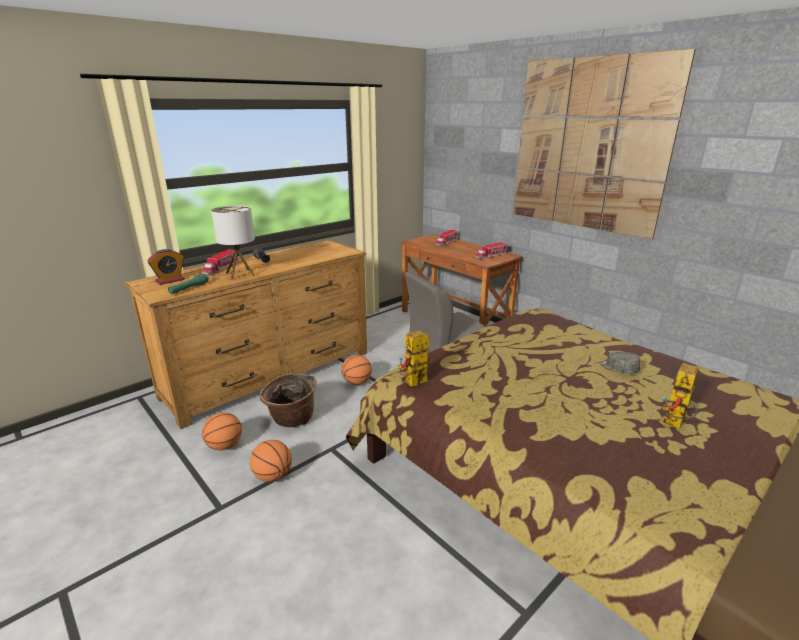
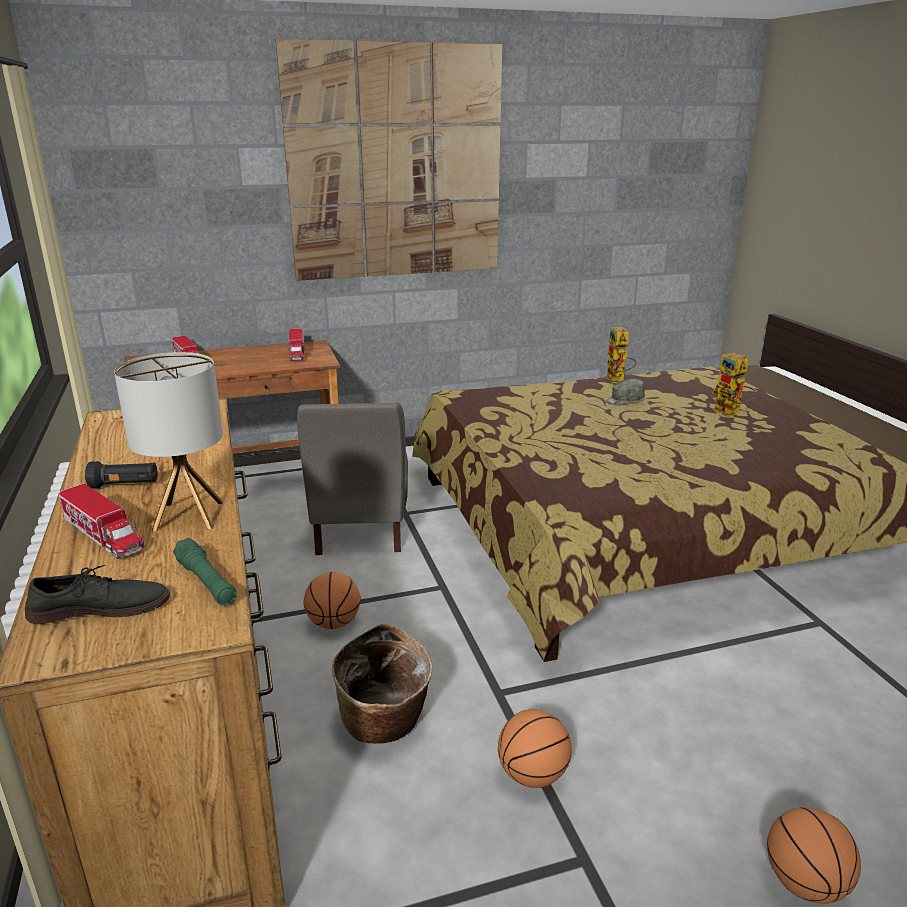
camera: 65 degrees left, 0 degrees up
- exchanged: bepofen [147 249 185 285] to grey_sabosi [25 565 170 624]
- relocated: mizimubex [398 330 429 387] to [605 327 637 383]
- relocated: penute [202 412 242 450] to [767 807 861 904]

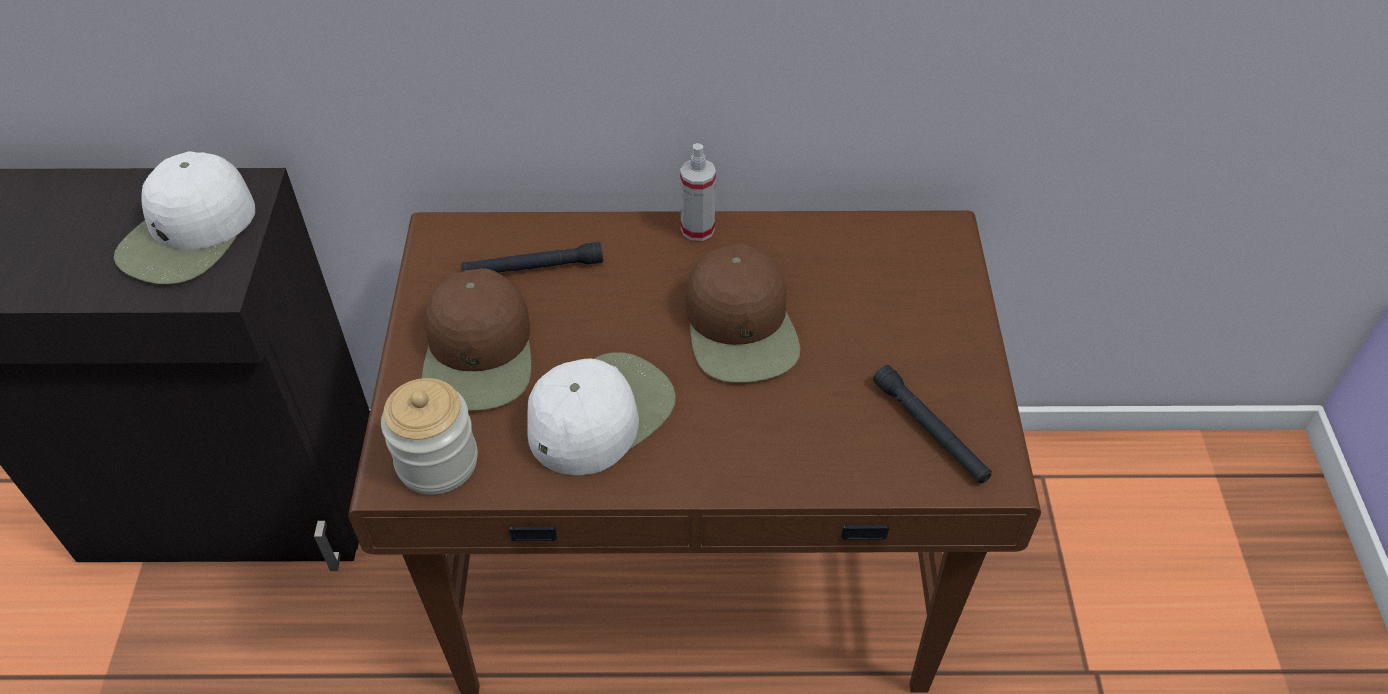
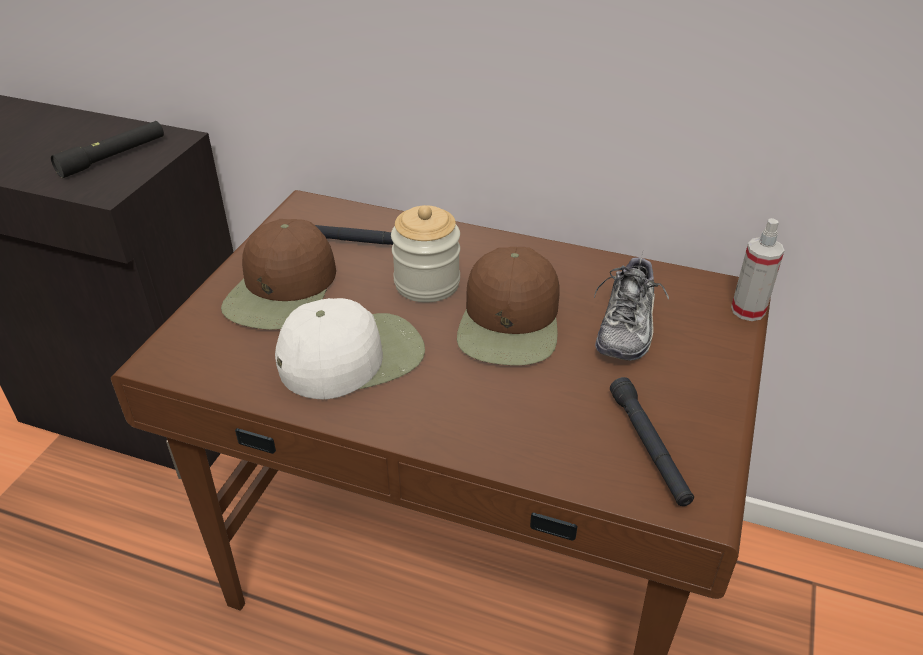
camera: 20 degrees right, 10 degrees down
- relocated: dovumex [680 143 716 241] to [731 218 785 321]
- exchanged: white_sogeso [114 151 255 284] to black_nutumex [51 121 164 178]
- relocated: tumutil [381 378 478 495] to [391 205 460 303]
- appeared: sabosi [594 252 669 361]

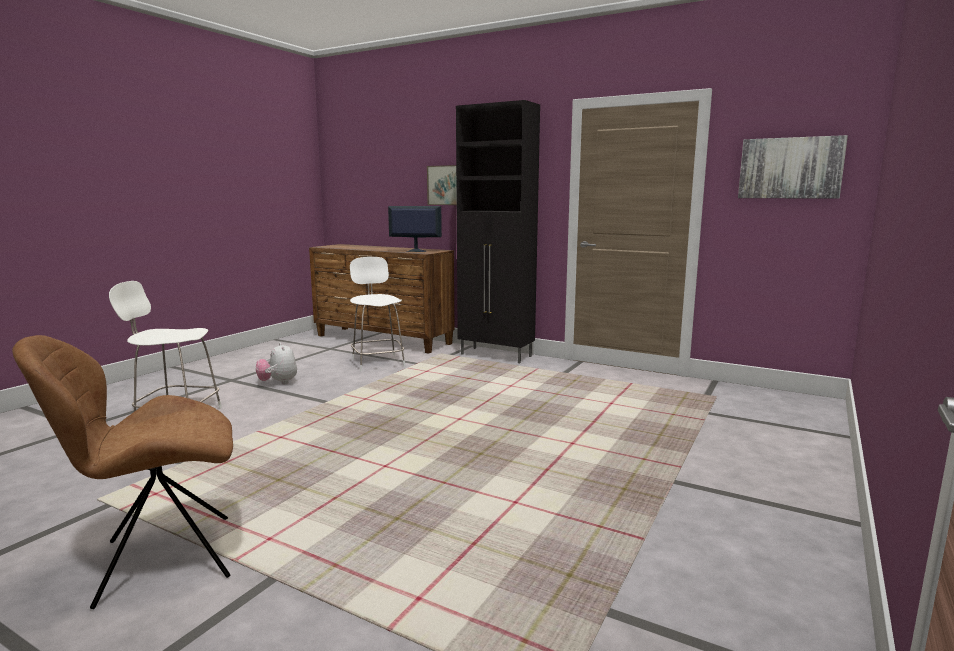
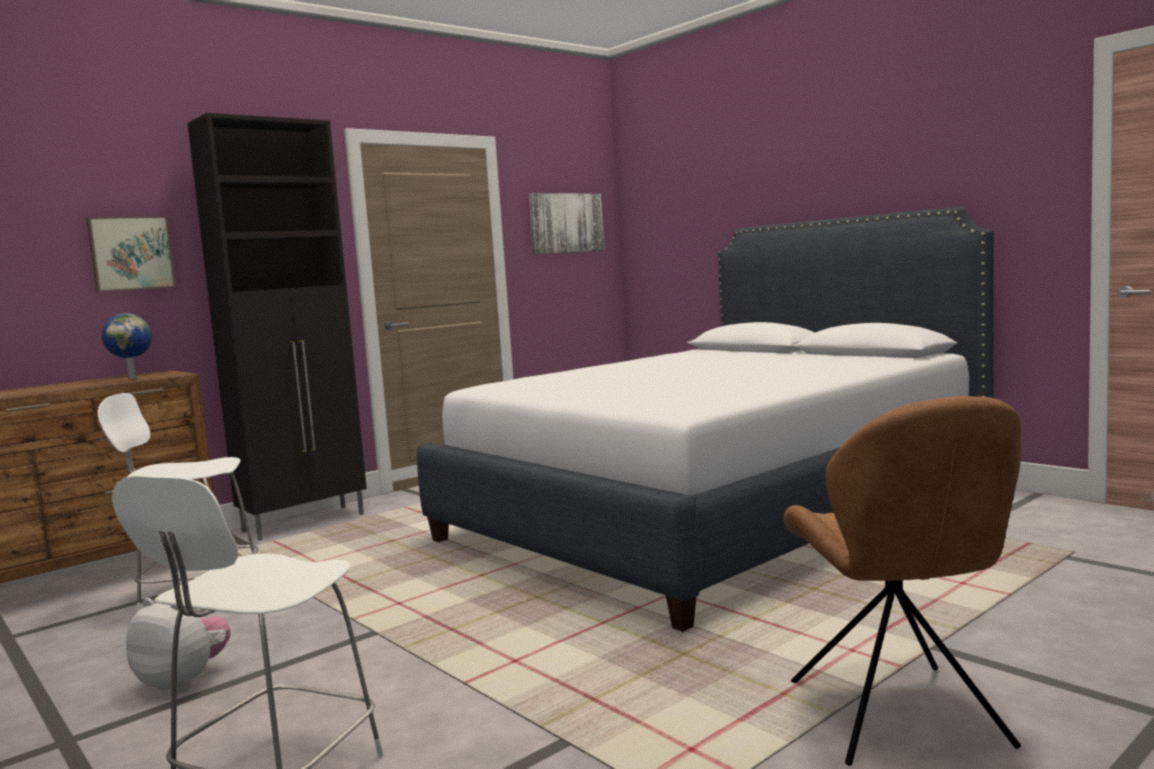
camera: 70 degrees left, 5 degrees down
- exchanged: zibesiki [388 206 442 252] to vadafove [102 313 152 379]
- spun: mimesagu [256 342 297 384] = [126 598 231 693] 150 degrees counterclockwise
- appeared: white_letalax [417 207 994 632]

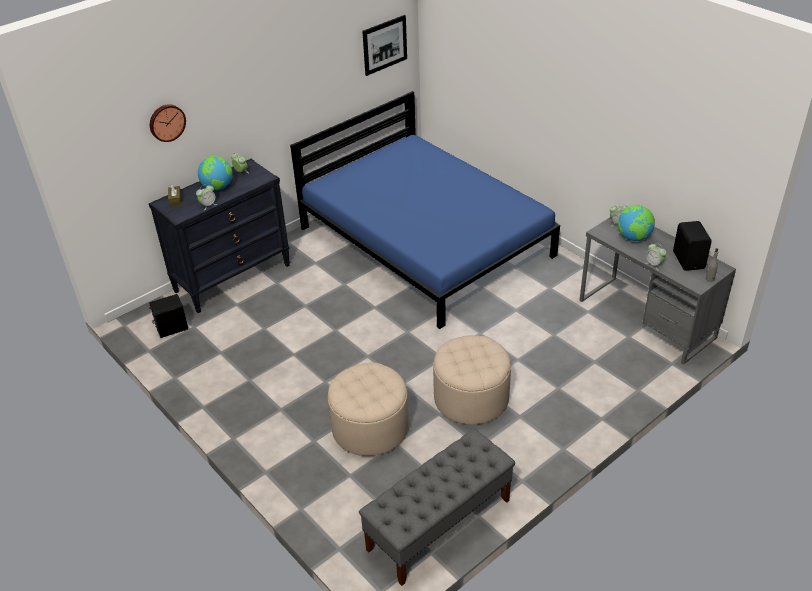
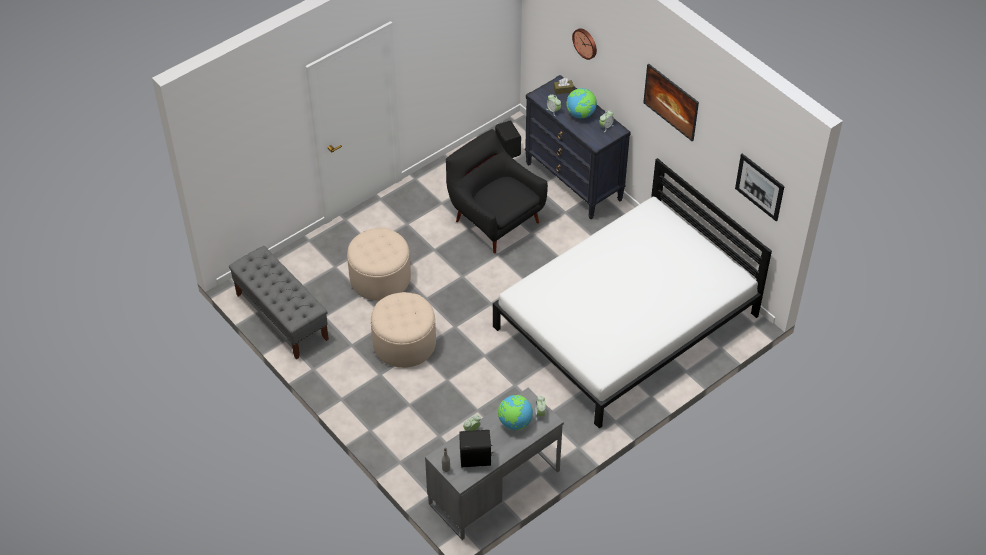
camera: 90 degrees right, 10 degrees up
- colour: blue_letalax [290 91 560 329] to white_letalax [493 158 772 429]
- appeared: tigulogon [643 64 699 141]
- appeared: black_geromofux [446 129 548 253]

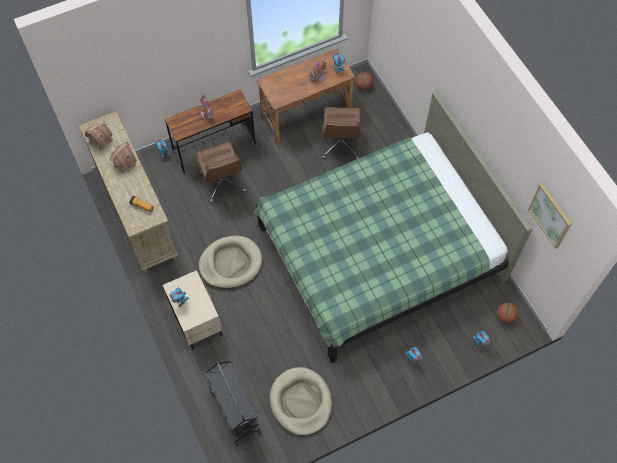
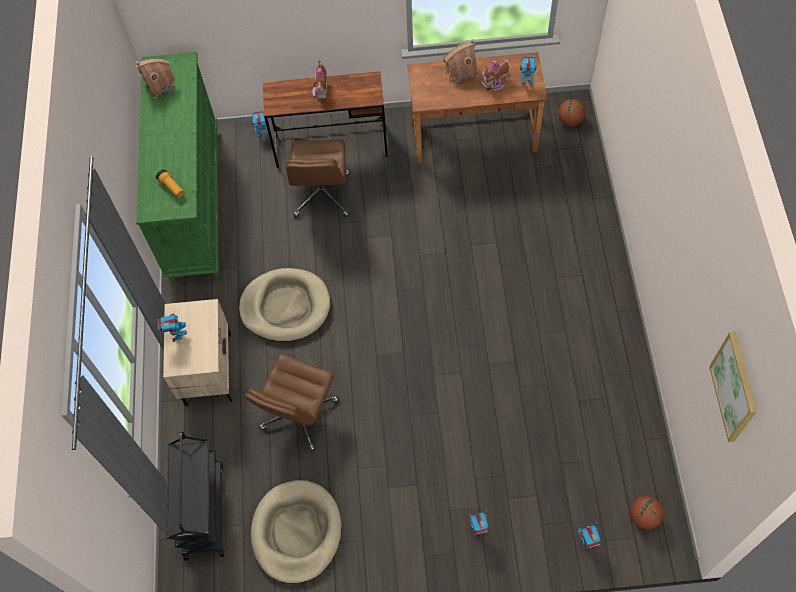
camera: 25 degrees right, 0 degrees up
- missing: green_letalax [254 92 533 363]
- relocated: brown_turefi [322 107 361 159] to [245 354 339 451]
- colour: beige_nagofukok [79 111 178 272] to green_nagofukok [136 52 219 282]
- relocated: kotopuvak [110 141 137 174] to [443 39 477 85]

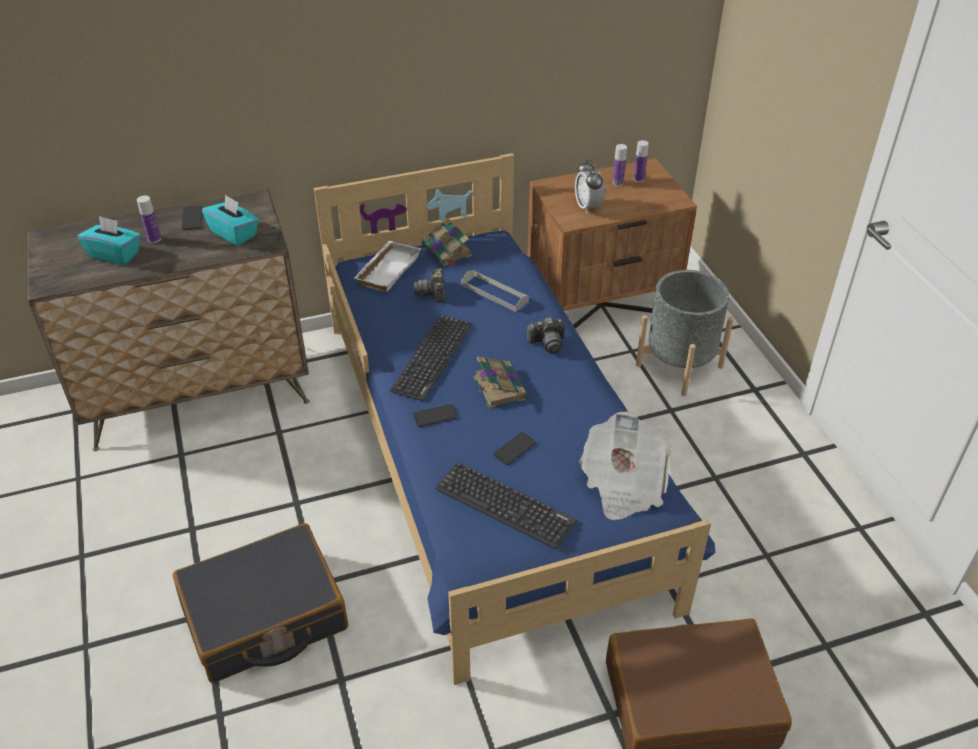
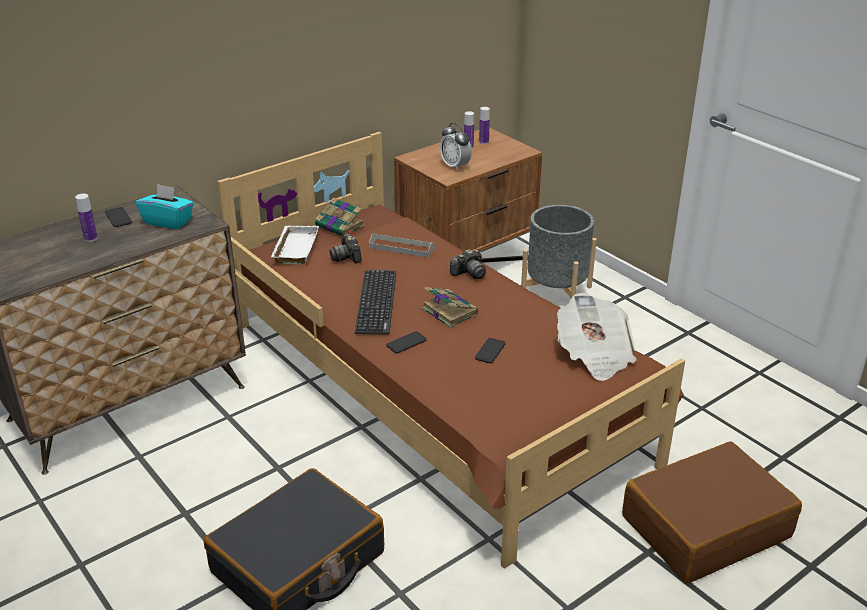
camera: 20 degrees left, 10 degrees down
- colour: blue_letalax [314 153 716 685] to brown_letalax [217 132 685 569]
- missing: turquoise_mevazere [77 216 141 265]
- missing: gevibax [435 462 577 549]

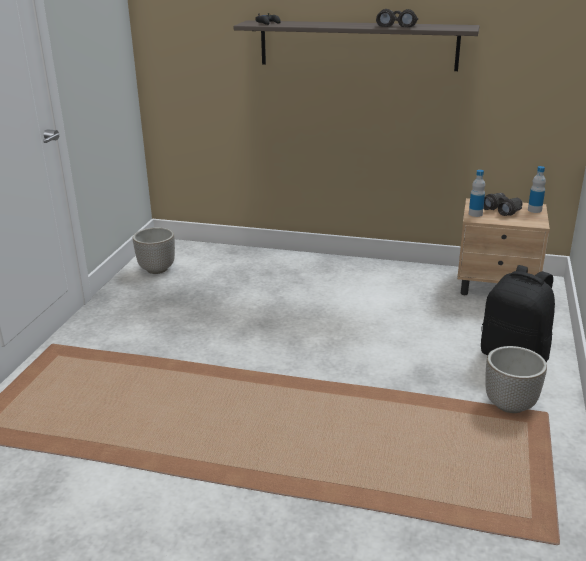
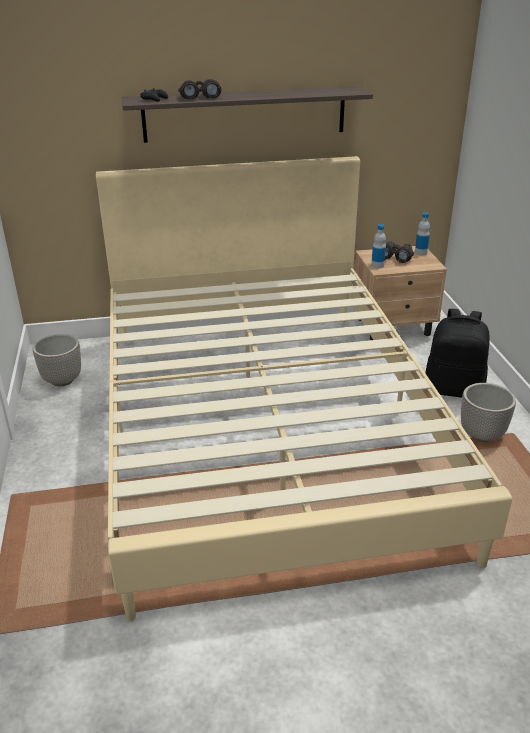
camera: 25 degrees left, 5 degrees up
- relocated: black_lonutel [376 9 418 27] to [178 79 221 99]
- appeared: beige_letalax [96 156 512 622]

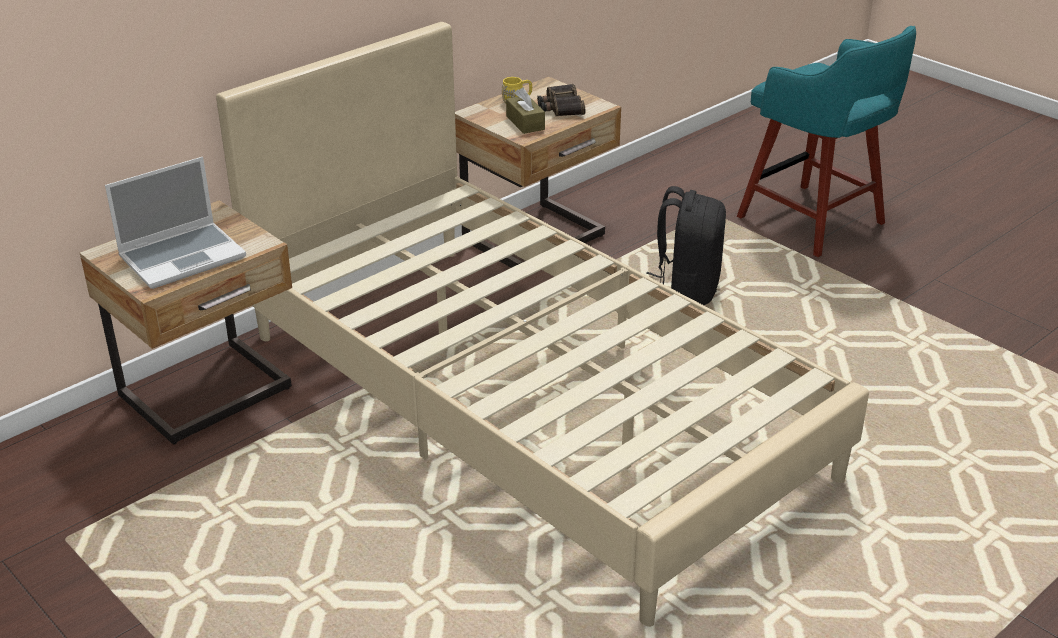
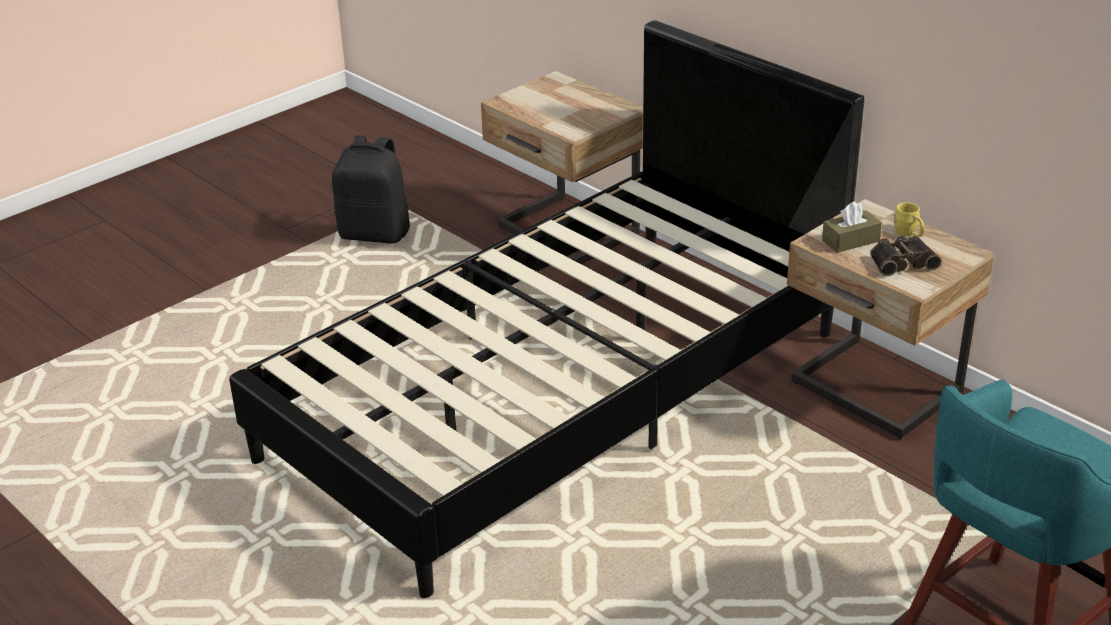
camera: 90 degrees right, 0 degrees up
- colour: beige_letalax [216 22 869 627] to black_letalax [229 20 864 598]
- missing: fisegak [105 157 246 289]
- relocated: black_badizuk [646 186 726 305] to [332 135 410 244]

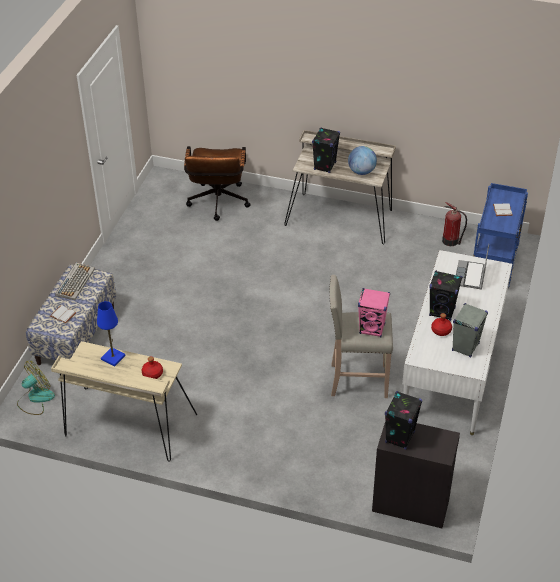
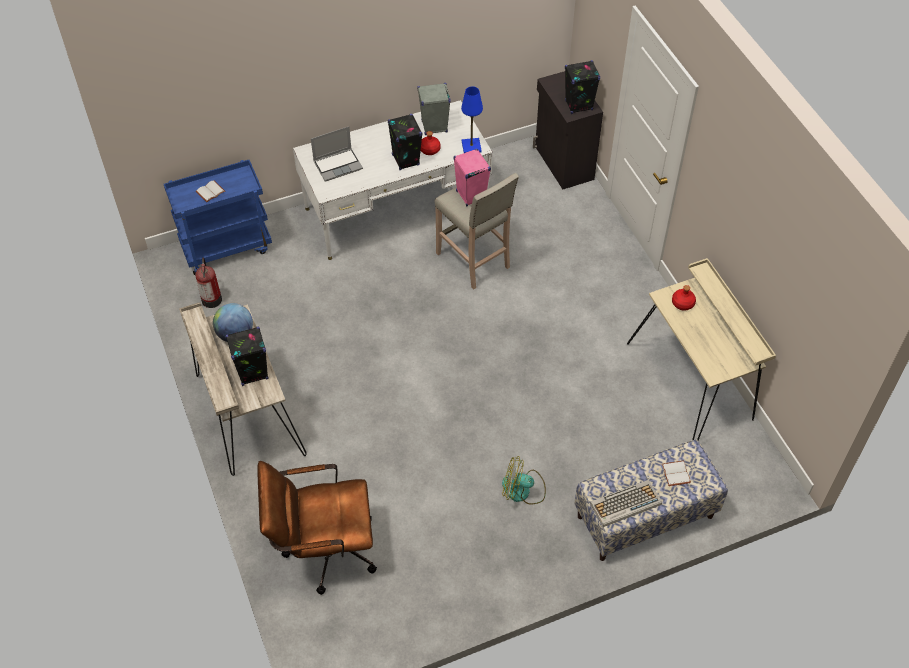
camera: 130 degrees left, 10 degrees up
- spun: brown_turefi [184 146 251 221] = [257 461 377 595] 150 degrees counterclockwise
- relocated: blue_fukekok [97 301 125 366] to [461 86 483 153]
- relocated: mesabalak [17 361 55 415] to [502 456 546 505]

